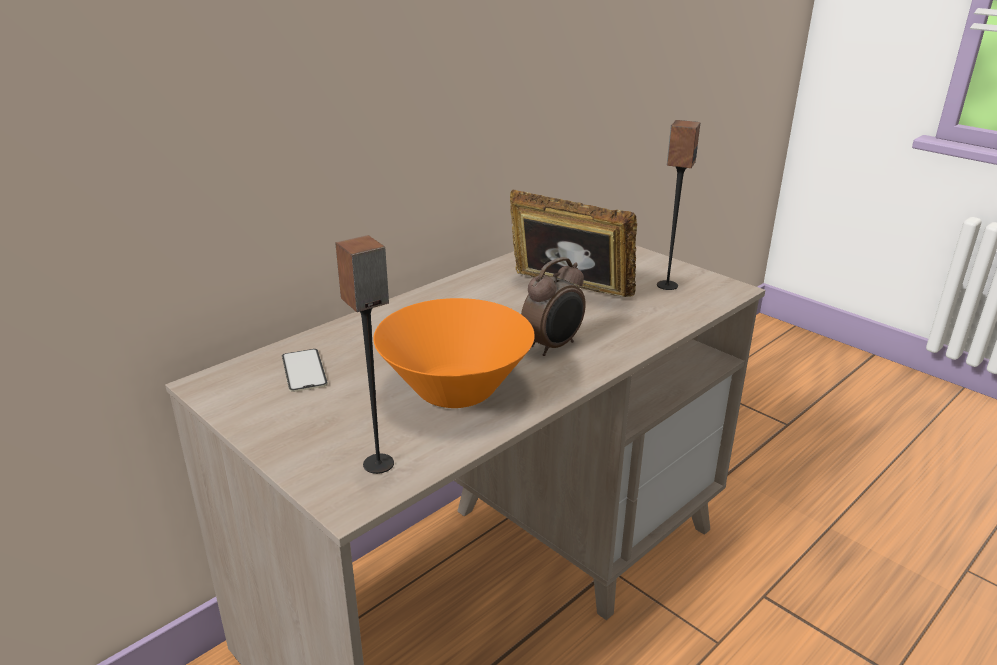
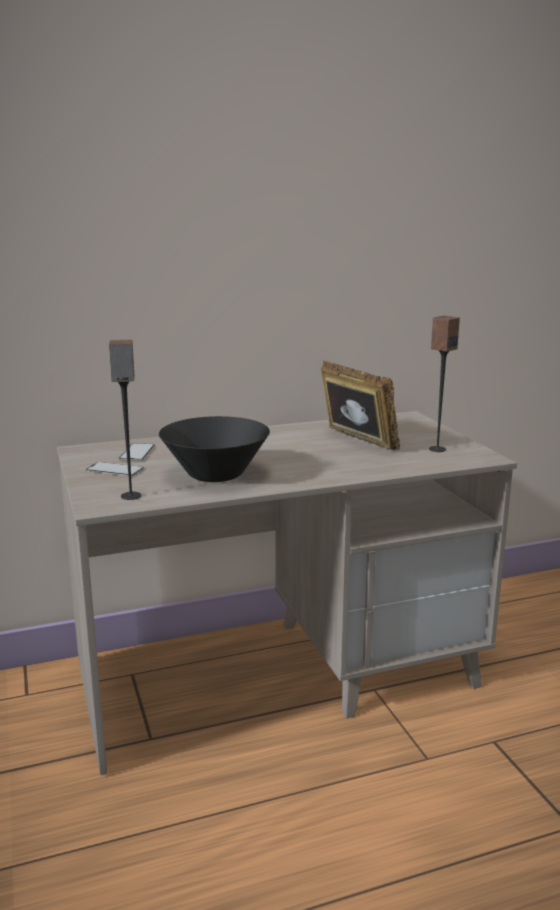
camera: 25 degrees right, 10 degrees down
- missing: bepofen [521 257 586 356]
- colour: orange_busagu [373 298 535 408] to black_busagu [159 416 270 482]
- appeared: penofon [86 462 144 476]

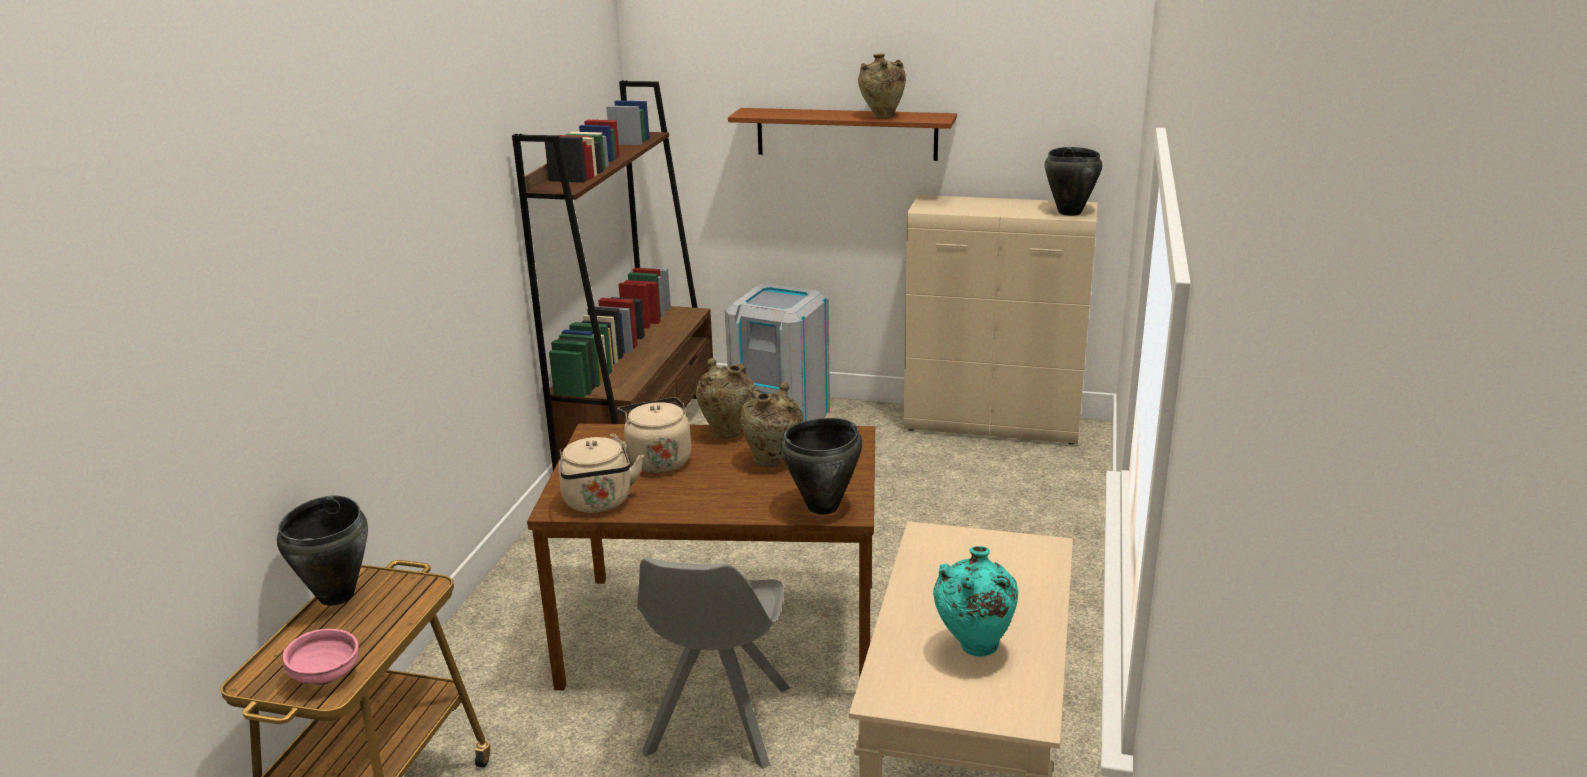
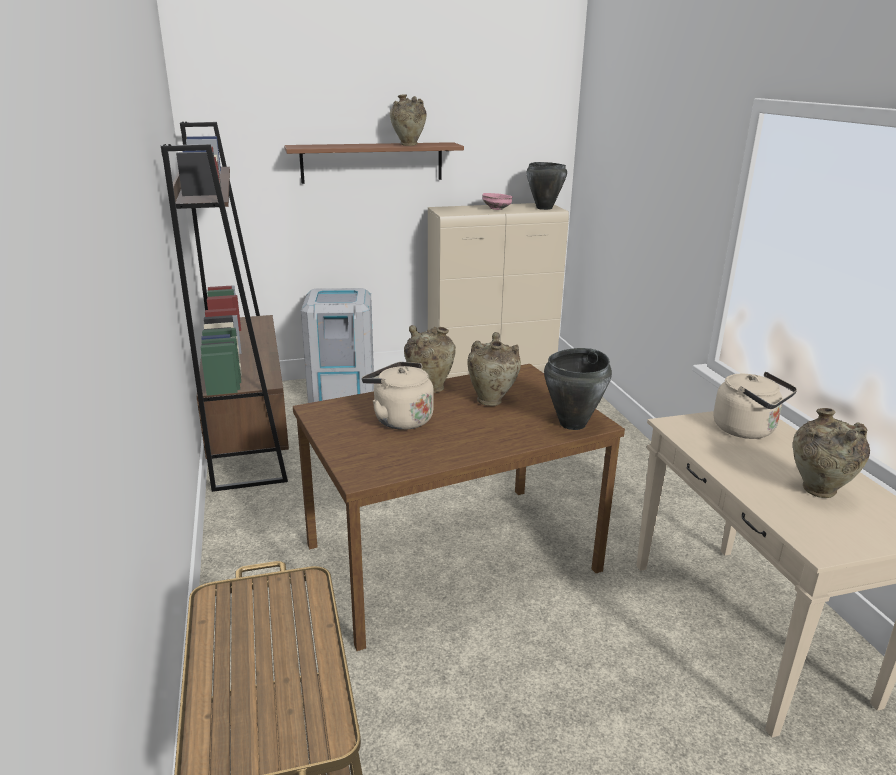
camera: 30 degrees left, 0 degrees up
- relocated: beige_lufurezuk [558 437 644 513] to [713 372 797 439]
- missing: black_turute [277 495 368 606]
- colour: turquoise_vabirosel [933 546 1019 656] to beige_vabirosel [793 408 870 498]
- missing: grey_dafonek [637 558 791 769]
- relocated: pink_busagu [283 629 359 685] to [482 193 513 210]

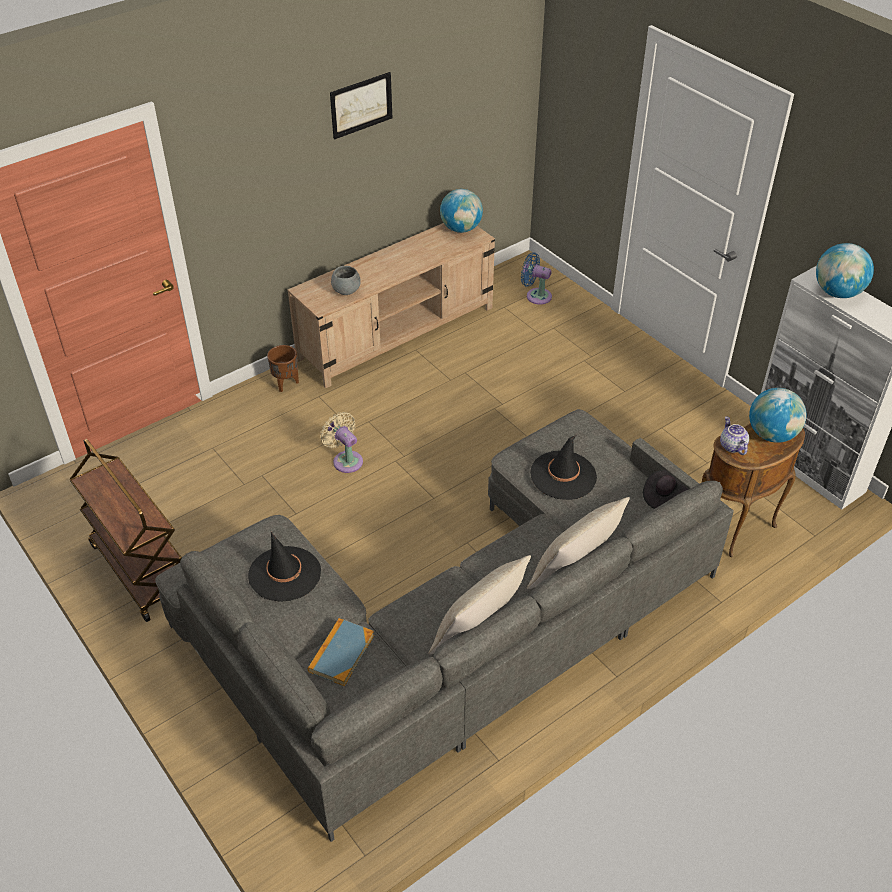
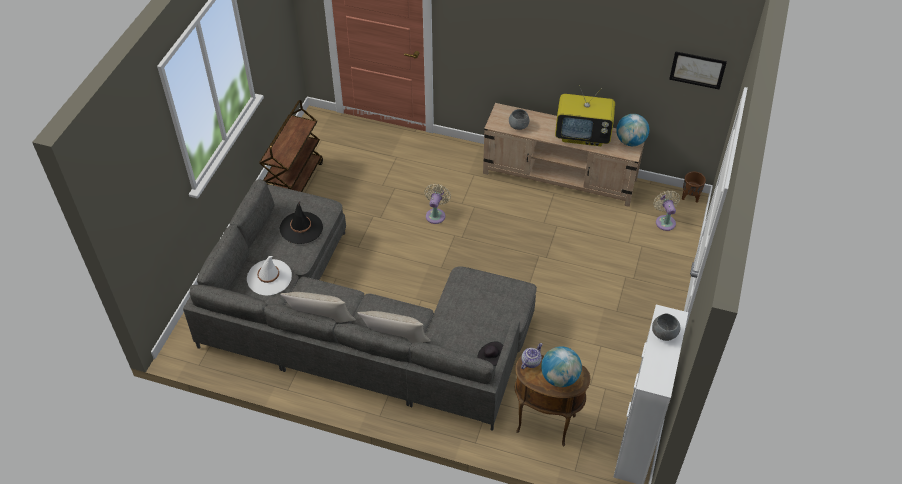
camera: 55 degrees right, 5 degrees up
- relocated: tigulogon [330 72 392 139] to [669 51 727 90]
- exchanged: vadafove [816 243 874 298] to grey_busagu [652 313 681 341]
- colour: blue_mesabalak [521 252 552 305] to beige_mesabalak [653 190 680 231]
- relocated: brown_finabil [267 345 299 392] to [682 172 706 203]
- missing: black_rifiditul [530 435 597 500]
- exchanged: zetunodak [308 618 374 686] to white_rifiditul [247 256 292 296]
- appeared: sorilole [555 85 615 146]

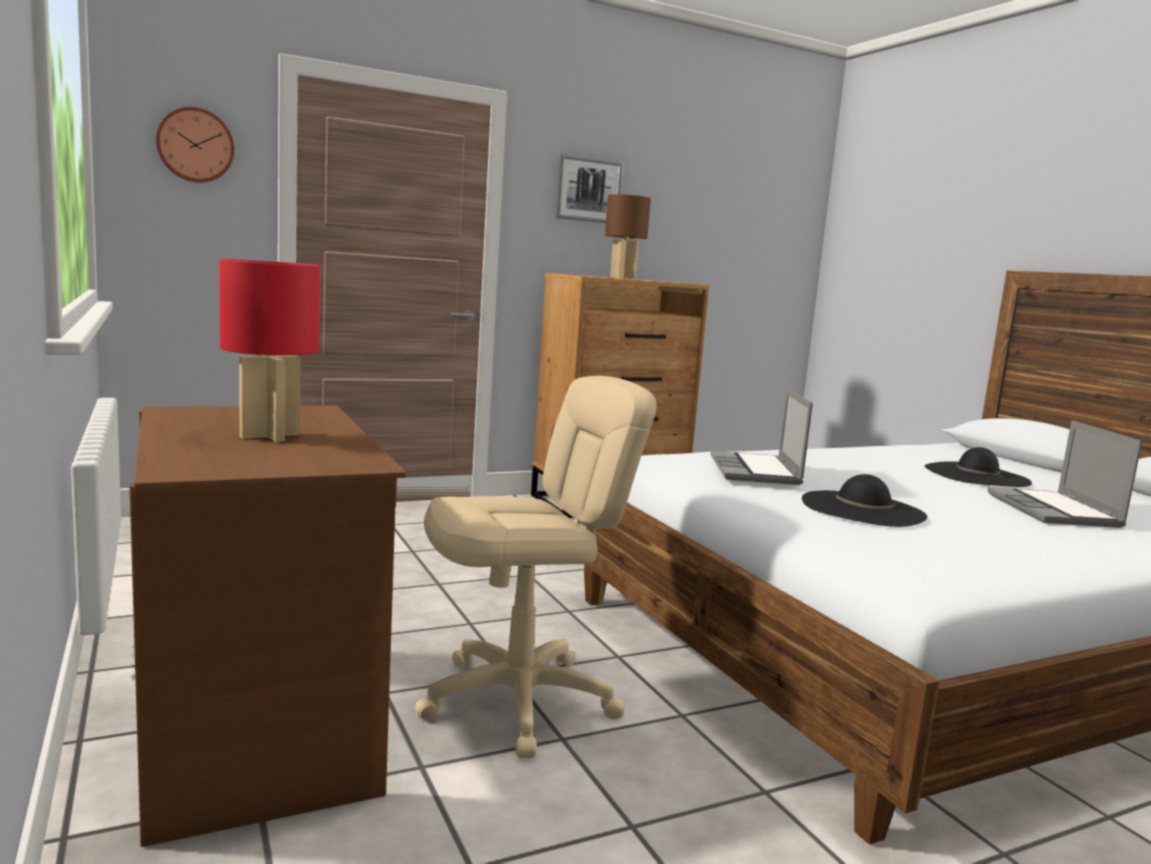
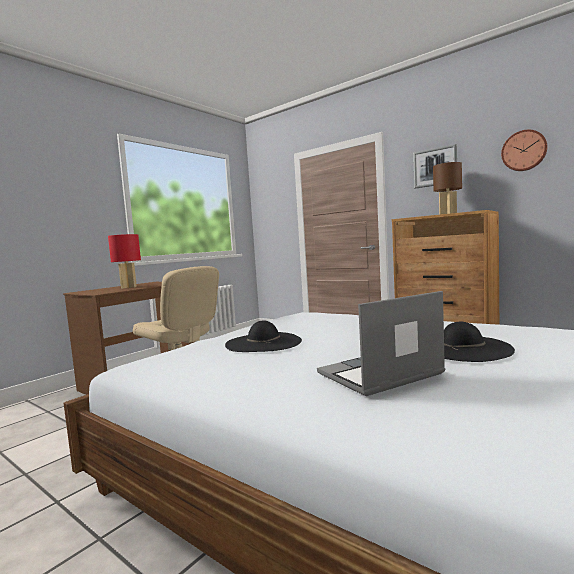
camera: 65 degrees right, 5 degrees down
- relocated: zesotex [156 107 235 183] to [501 130 547 171]
- missing: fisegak [711 388 813 485]

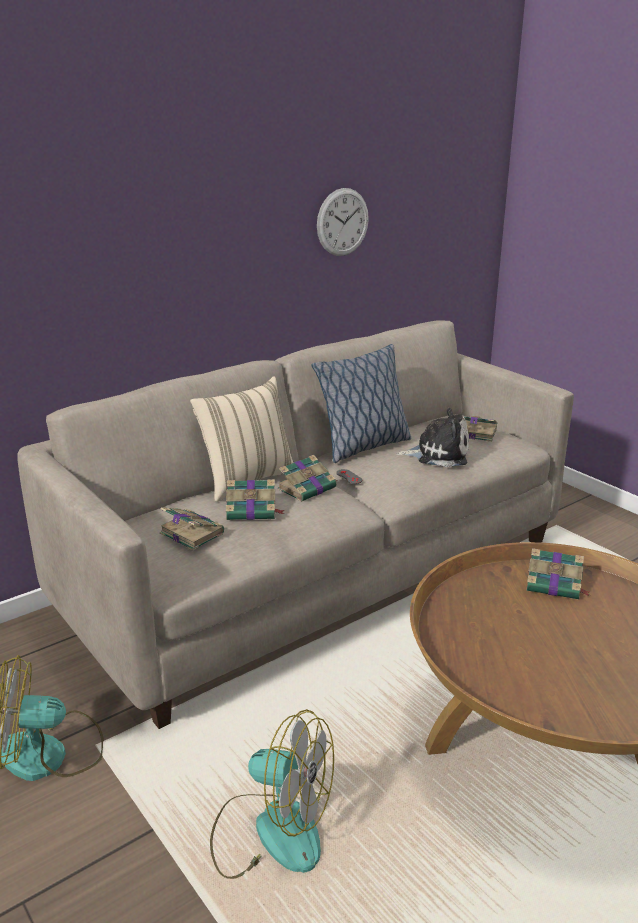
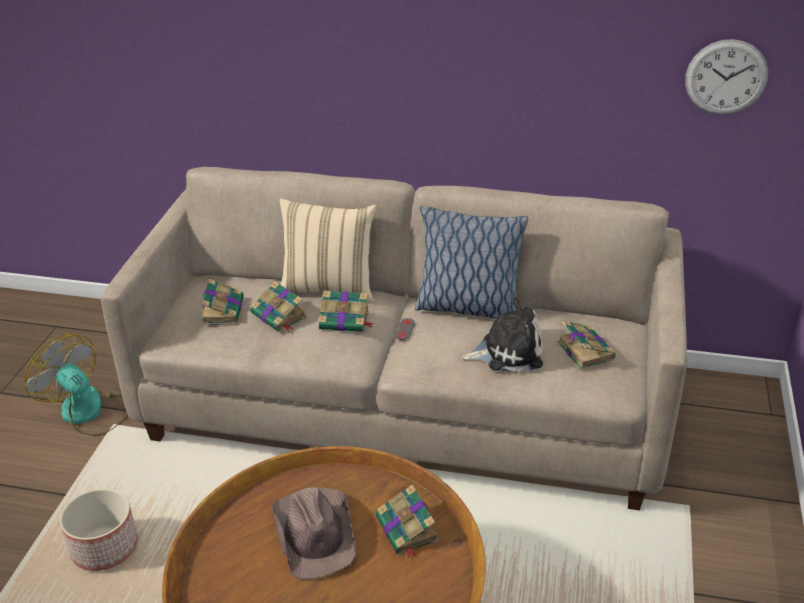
camera: 50 degrees right, 10 degrees up
- relocated: zesotex [317 188 369 256] to [685 39 768 115]
- spun: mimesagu [396 408 469 467] = [461 298 543 373] 60 degrees counterclockwise
- exchanged: mesabalak [210 709 334 879] to finabil [60 488 138 571]
- appeared: brown_rifiditul [272 488 356 579]

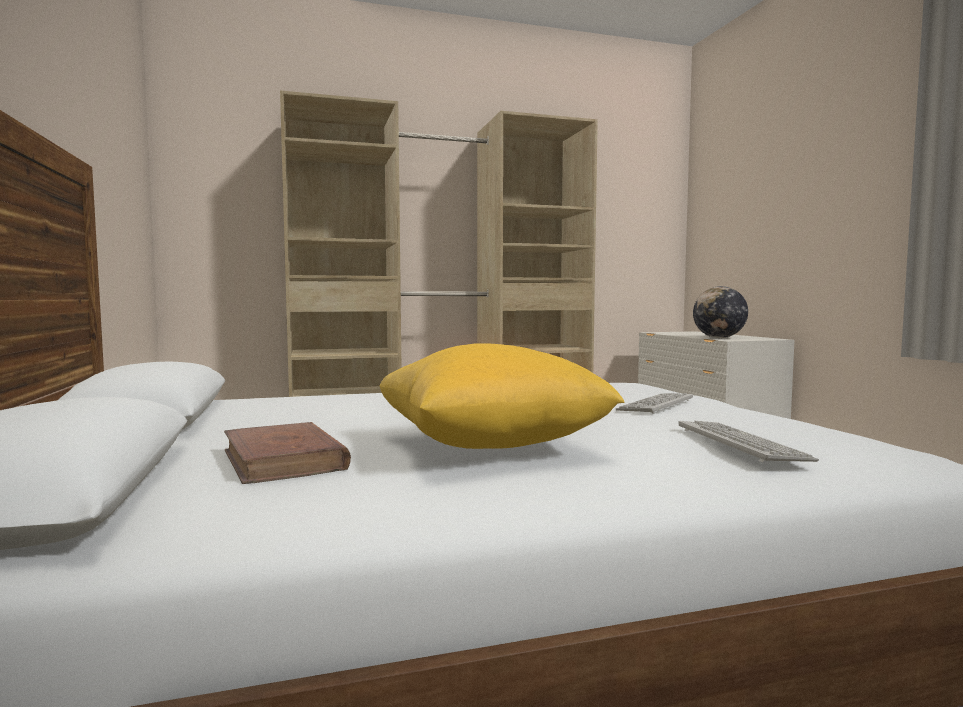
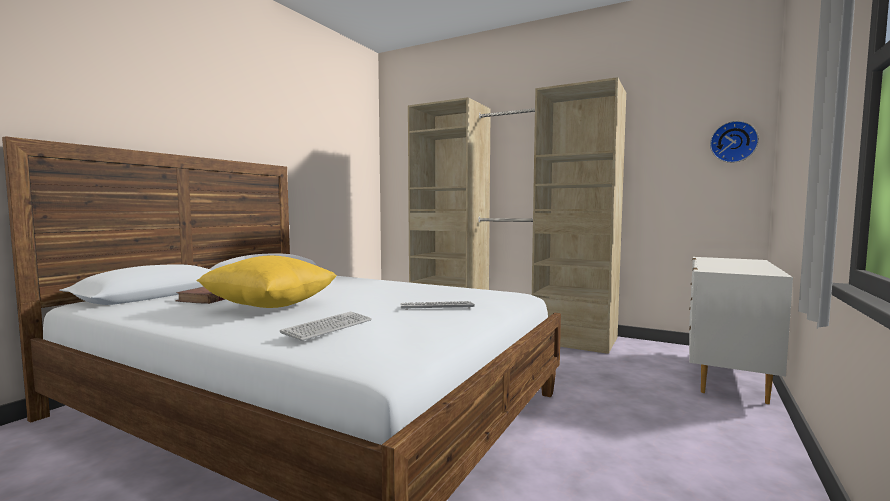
camera: 45 degrees right, 0 degrees up
- missing: vadafove [693 286 748 338]
- appeared: zesotex [710 121 759 163]

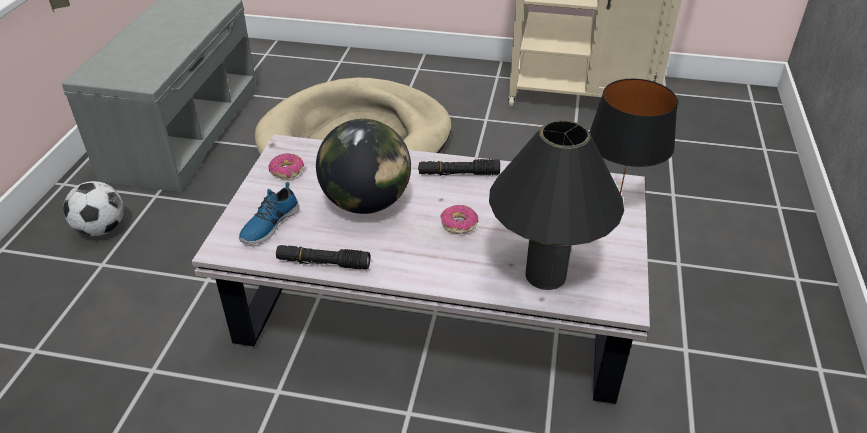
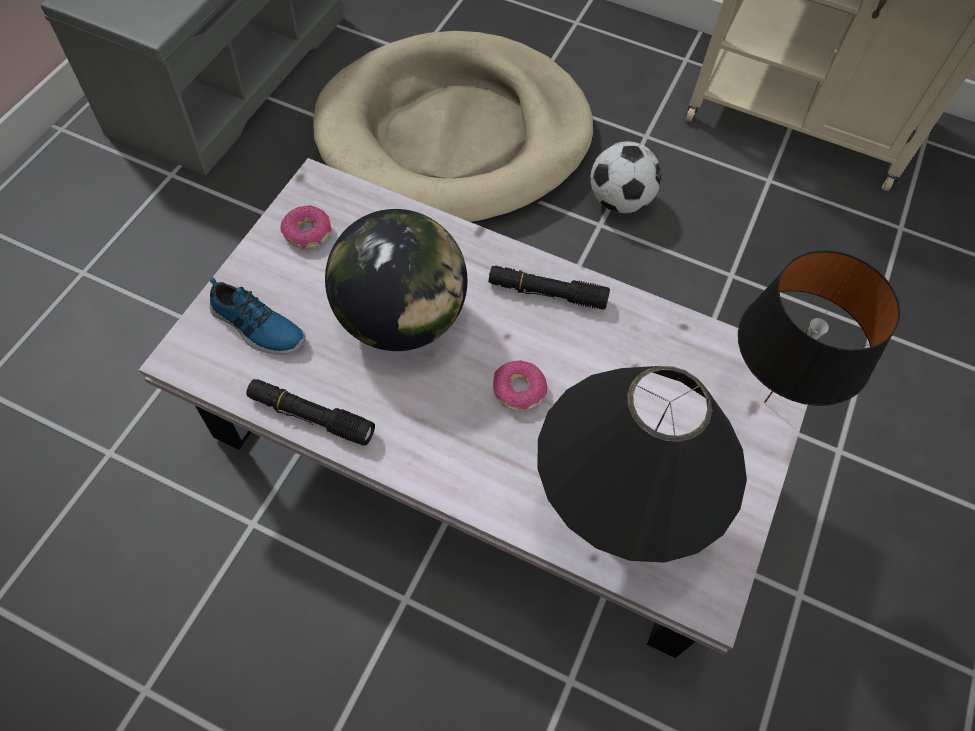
camera: 10 degrees right, 20 degrees up
- relocated: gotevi [63 181 124 236] to [590 141 662 213]
- spun: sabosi [239 182 300 244] = [210 277 306 355] 105 degrees counterclockwise

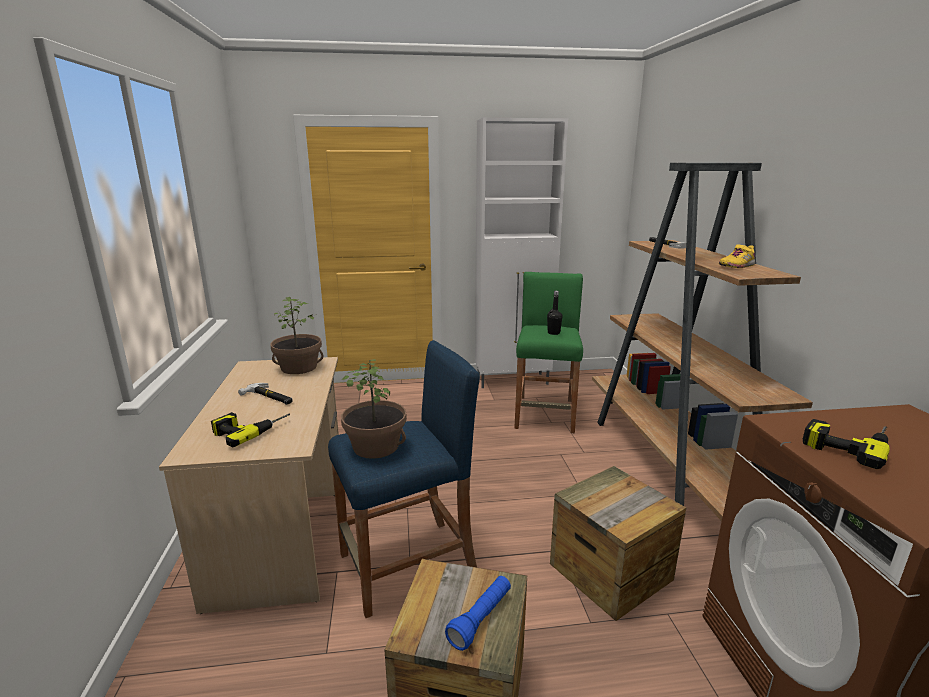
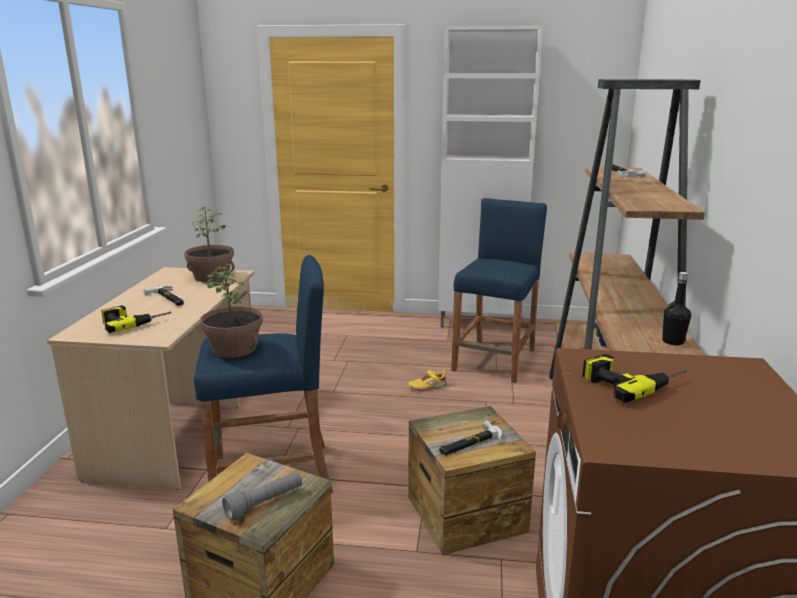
camera: 15 degrees right, 0 degrees up
- relocated: yellow_sabosi [719 245 755 268] to [408 370 447 392]
- colour: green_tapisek [514 272 583 433] to blue_tapisek [451 198 547 383]
- relocated: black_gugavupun [547 291 563 335] to [662 272 691 345]
- colour: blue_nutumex [445 576 511 651] to grey_nutumex [222 471 302 520]
- appeared: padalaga [439 421 502 455]

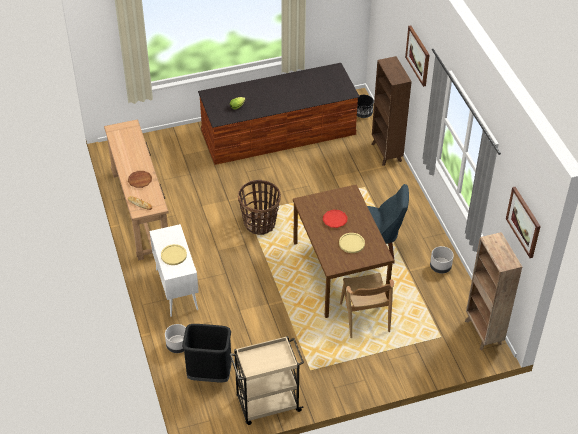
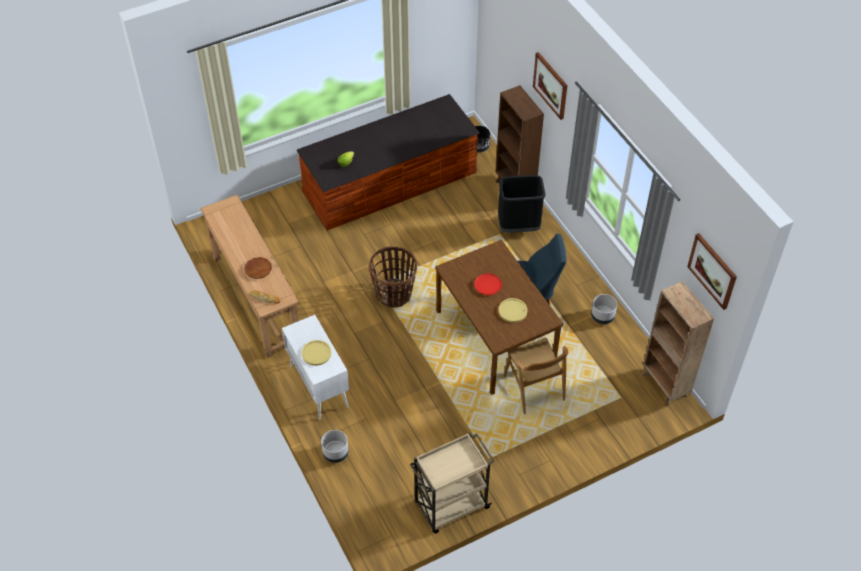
camera: 10 degrees left, 5 degrees up
- relocated: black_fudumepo [182 324 232 382] to [498 175 546 233]

